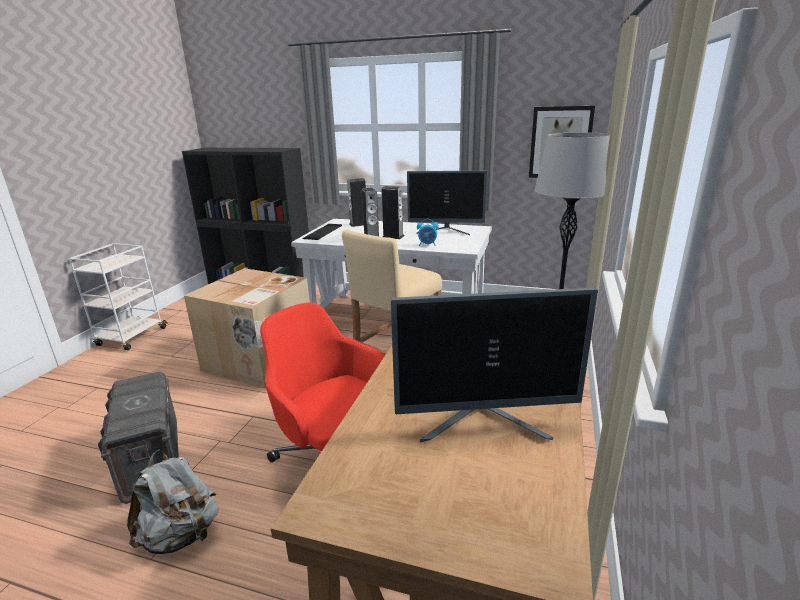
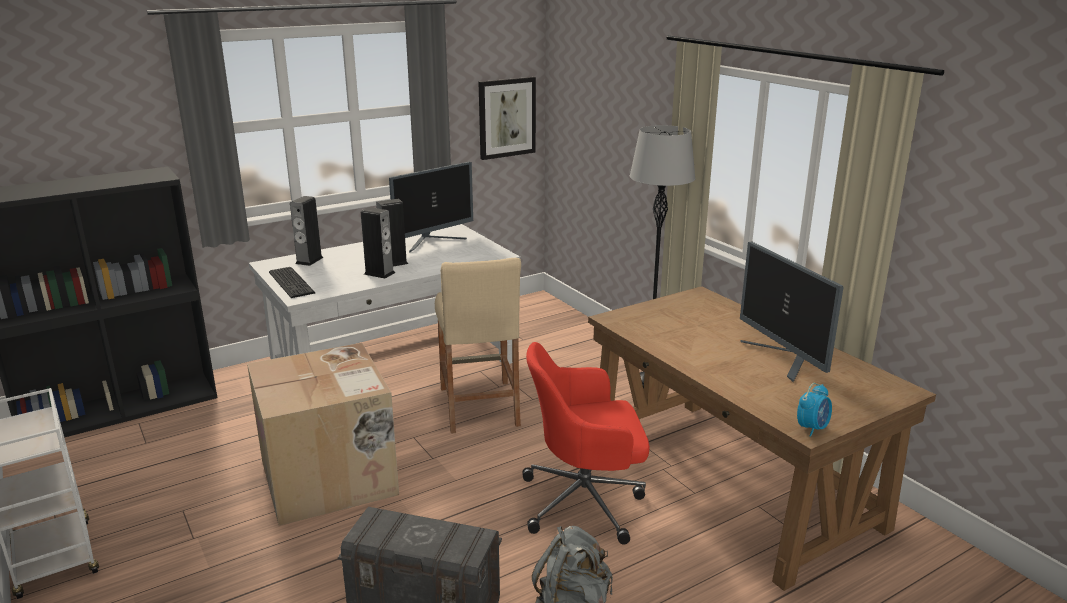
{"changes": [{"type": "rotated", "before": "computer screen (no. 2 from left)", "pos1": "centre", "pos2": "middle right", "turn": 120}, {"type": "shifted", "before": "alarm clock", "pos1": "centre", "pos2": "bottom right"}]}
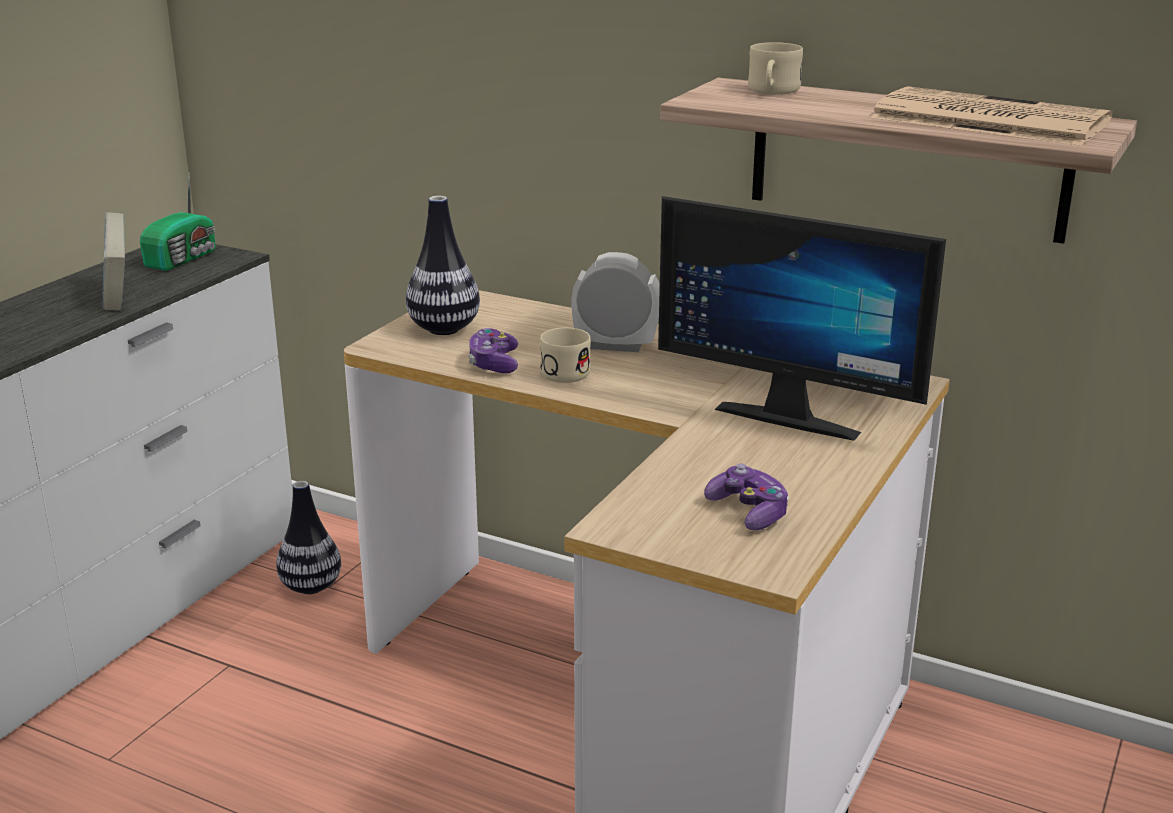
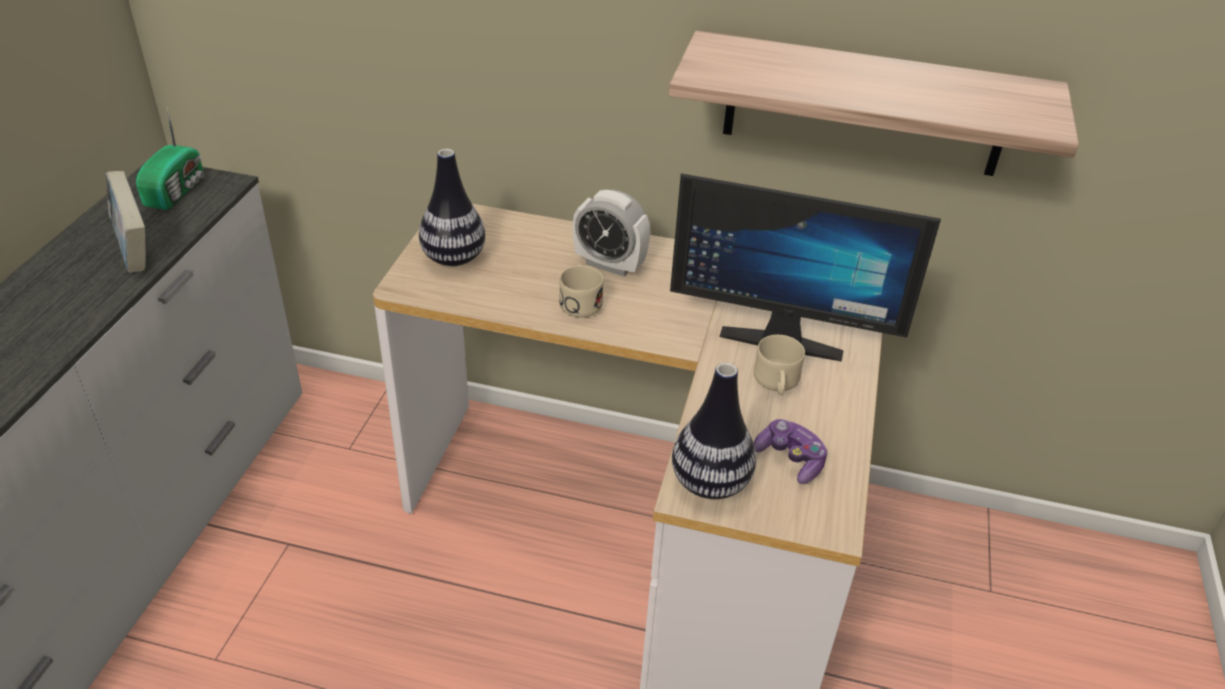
{"changes": [{"type": "rotated", "before": "alarm clock", "pos1": "centre", "pos2": "centre", "turn": -150}, {"type": "shifted", "before": "decorative vase (no. 1 from left in the first image)", "after": "decorative vase (no. 2 from left)", "pos1": "middle left", "pos2": "centre"}, {"type": "shifted", "before": "tea mug (beige) (no. 2 from left)", "pos1": "top centre", "pos2": "centre"}, {"type": "gone", "before": "game controller (no. 1 from left)", "pos1": "centre"}, {"type": "gone", "before": "daily paper", "pos1": "top right"}]}
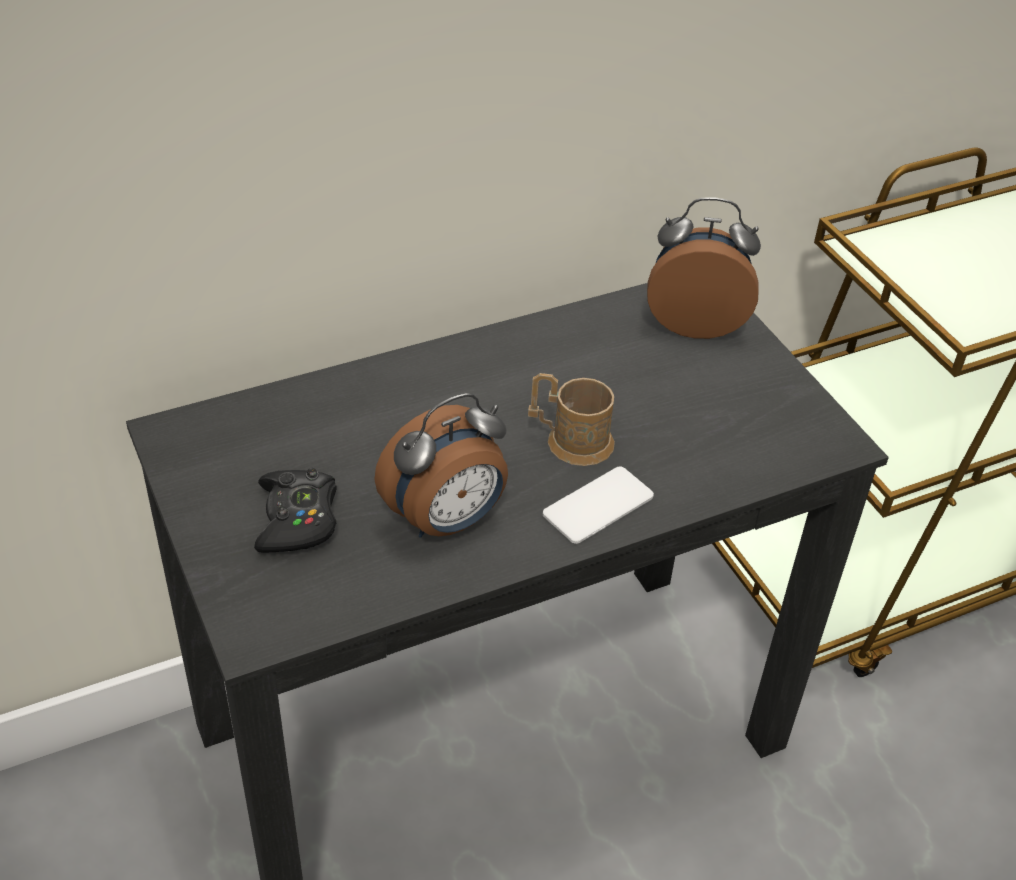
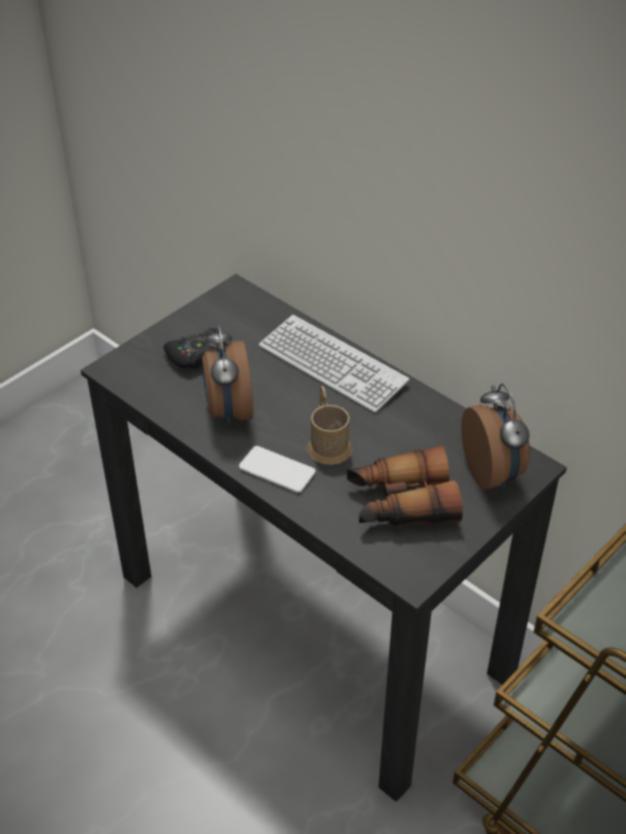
{"changes": [{"type": "rotated", "before": "alarm clock (no. 1 from left)", "pos1": "centre", "pos2": "centre", "turn": 45}, {"type": "new", "after": "PC keyboard", "pos2": "centre"}, {"type": "new", "after": "field glasses", "pos2": "centre"}]}
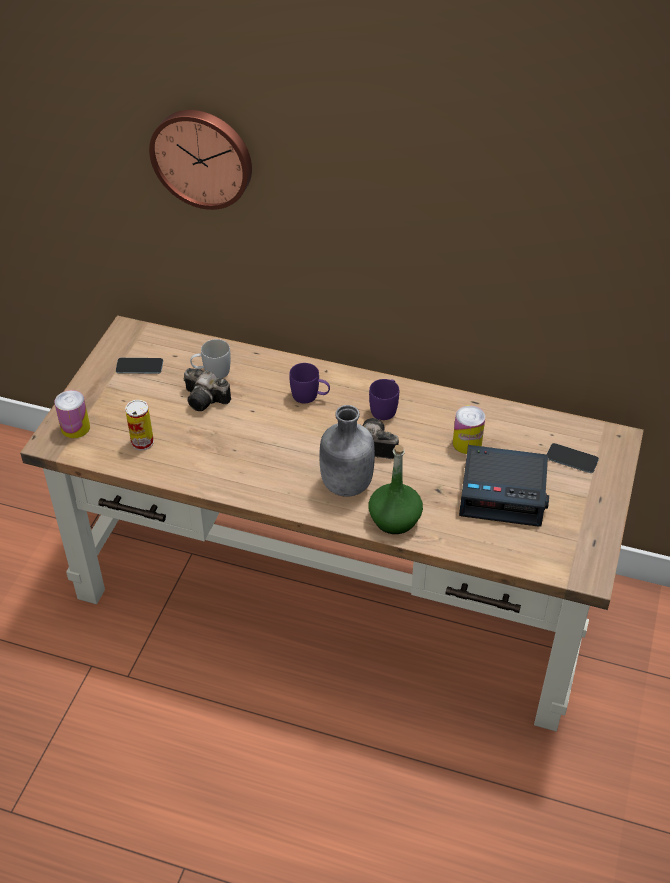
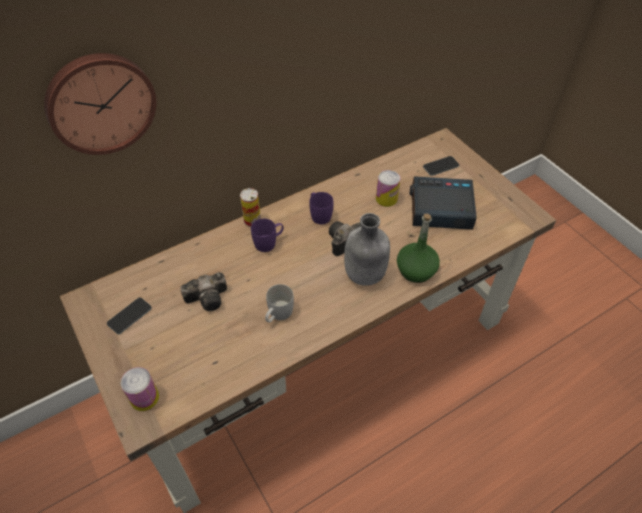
{"changes": [{"type": "shifted", "before": "sealed can (no. 2 from left)", "pos1": "middle left", "pos2": "centre"}, {"type": "shifted", "before": "tea mug (white)", "pos1": "middle left", "pos2": "centre"}, {"type": "rotated", "before": "alarm clock", "pos1": "middle right", "pos2": "middle right", "turn": -135}]}
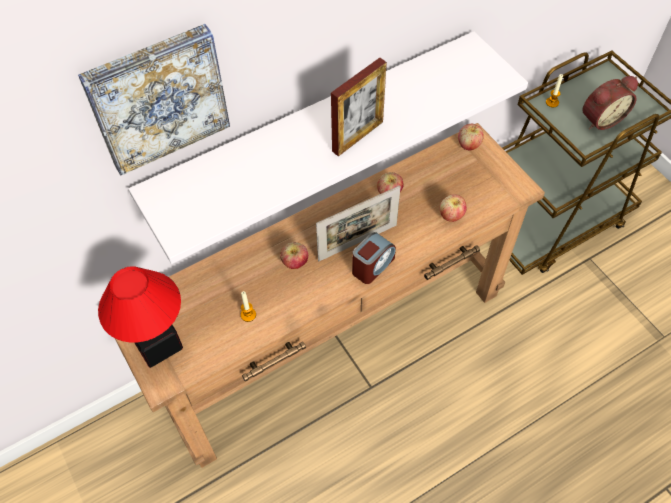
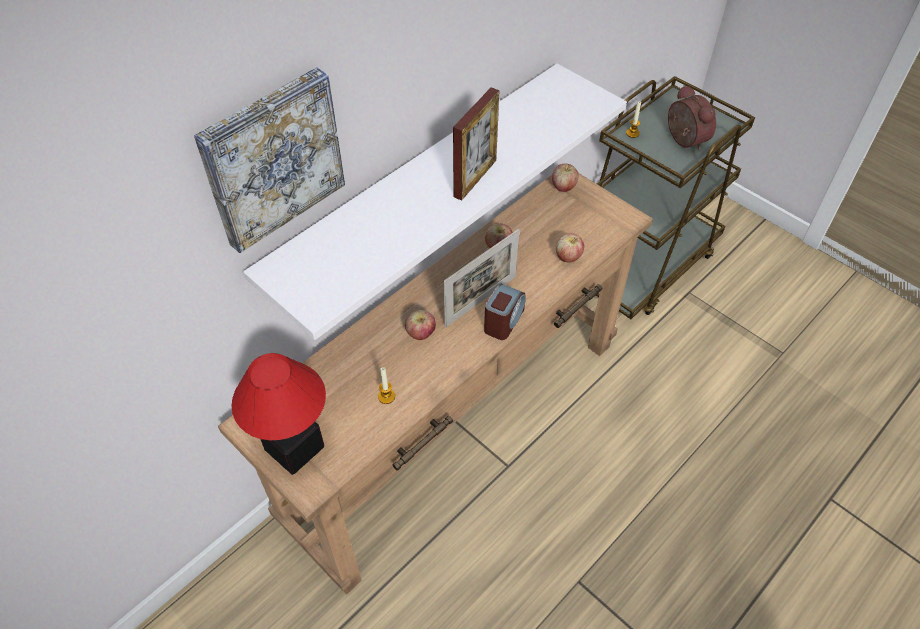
{"changes": [{"type": "rotated", "before": "alarm clock (no. 2 from left)", "pos1": "top right", "pos2": "top right", "turn": -75}]}
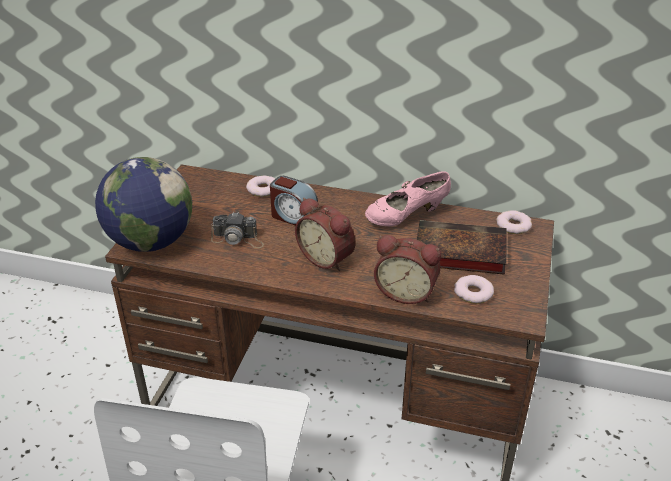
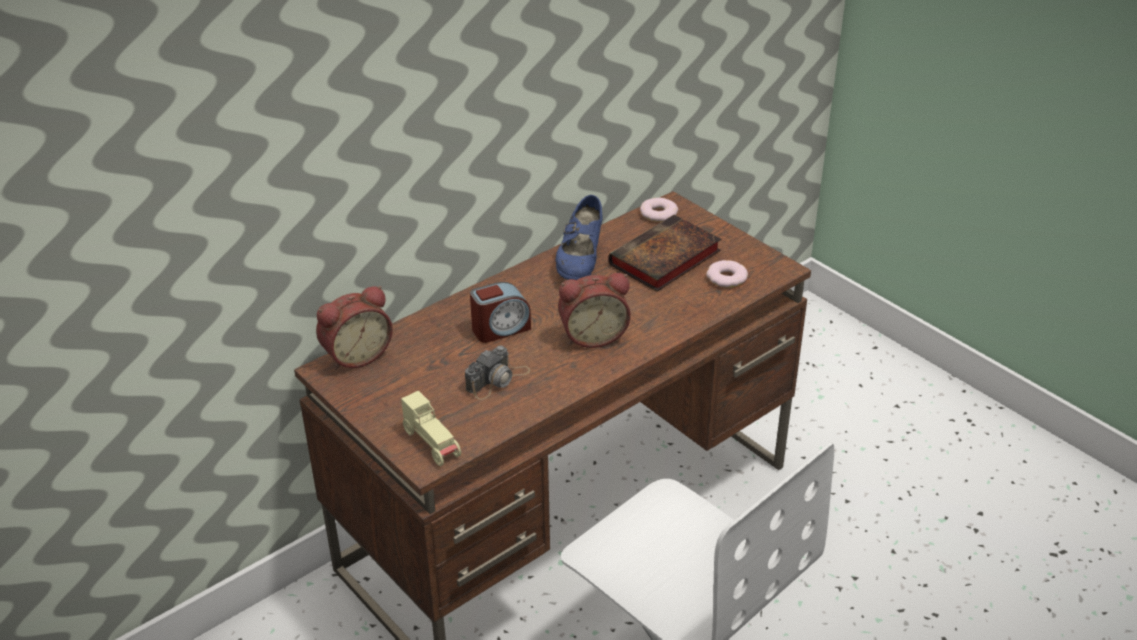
{"changes": [{"type": "shifted", "before": "alarm clock (no. 3 from left in the first image)", "after": "alarm clock (no. 1 from left)", "pos1": "centre", "pos2": "middle left"}, {"type": "swapped", "before": "world globe", "after": "toy car (beige)", "pos1": "middle left", "pos2": "bottom centre"}, {"type": "repainted", "before": "low shoe (pinkish)", "after": "low shoe (blue-coloured)", "pos1": "centre", "pos2": "centre"}, {"type": "gone", "before": "doughnut (no. 1 from left)", "pos1": "centre"}]}
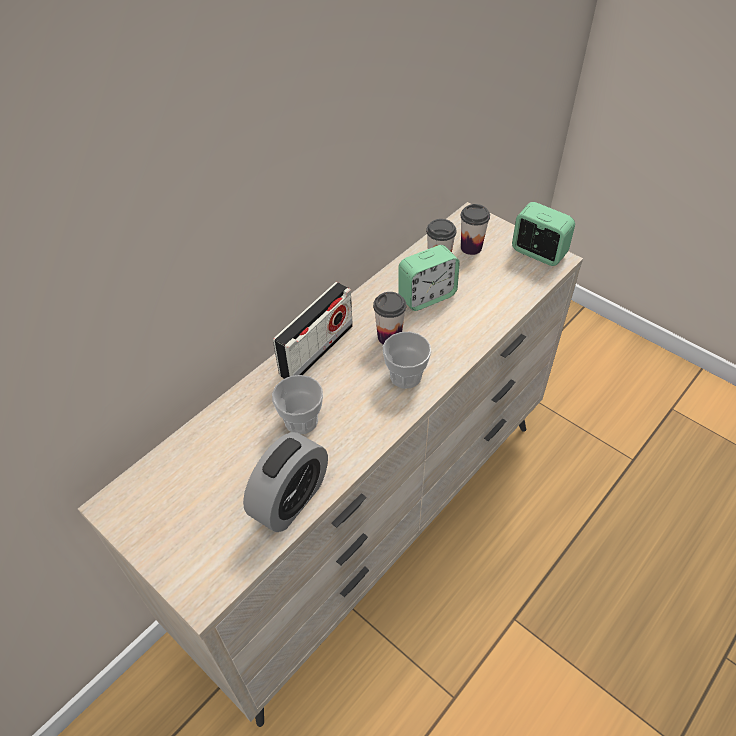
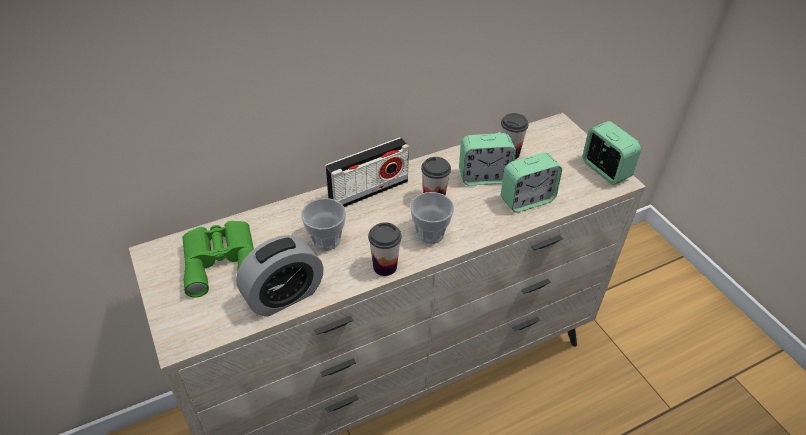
{"changes": [{"type": "new", "after": "field glasses (greenish)", "pos2": "middle left"}, {"type": "shifted", "before": "drinking cup (no. 5 from left in the first image)", "after": "drinking cup (no. 2 from left)", "pos1": "top centre", "pos2": "centre"}, {"type": "new", "after": "alarm clock (no. 3 from left)", "pos2": "centre"}]}
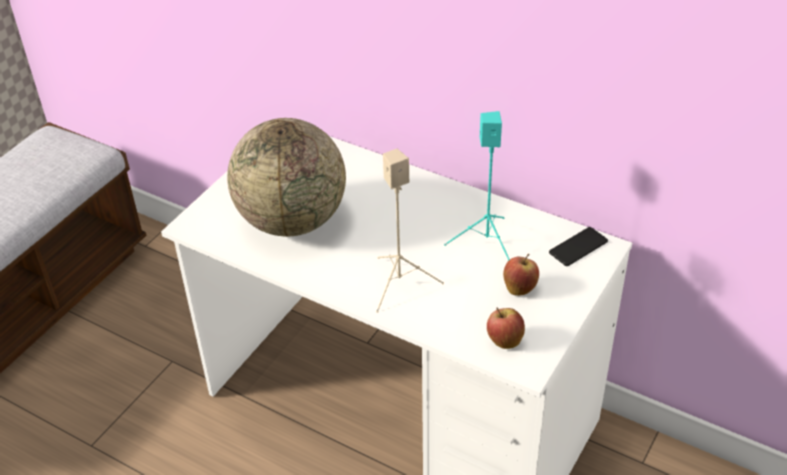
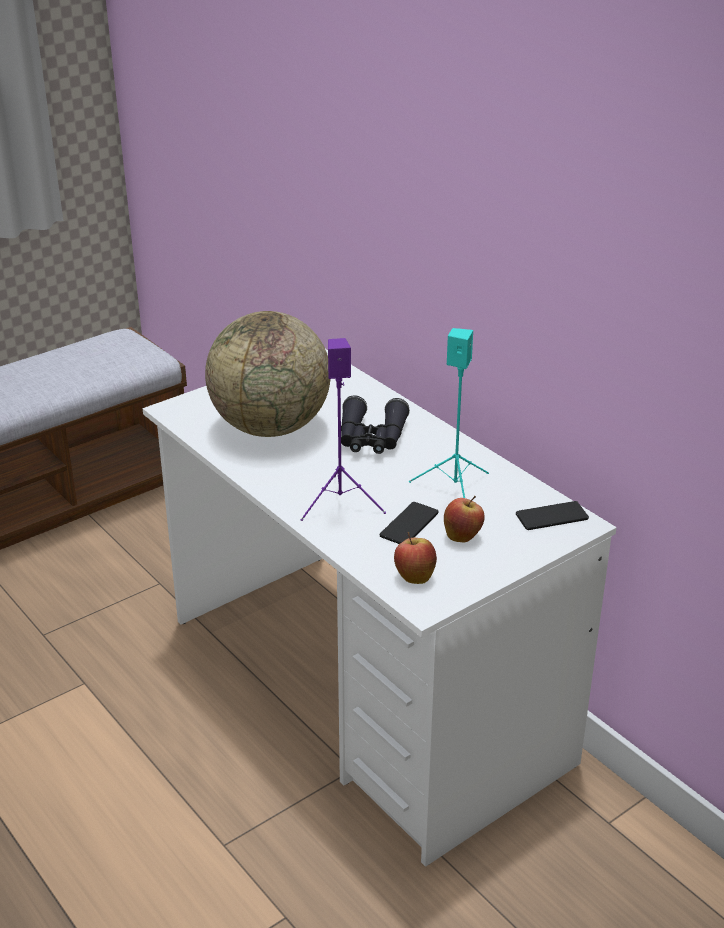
{"changes": [{"type": "repainted", "before": "audio speaker (beige)", "after": "audio speaker (purple-coloured)", "pos1": "centre", "pos2": "centre"}, {"type": "new", "after": "field glasses (blackish)", "pos2": "centre"}, {"type": "new", "after": "phone (no. 1 from left)", "pos2": "centre"}]}
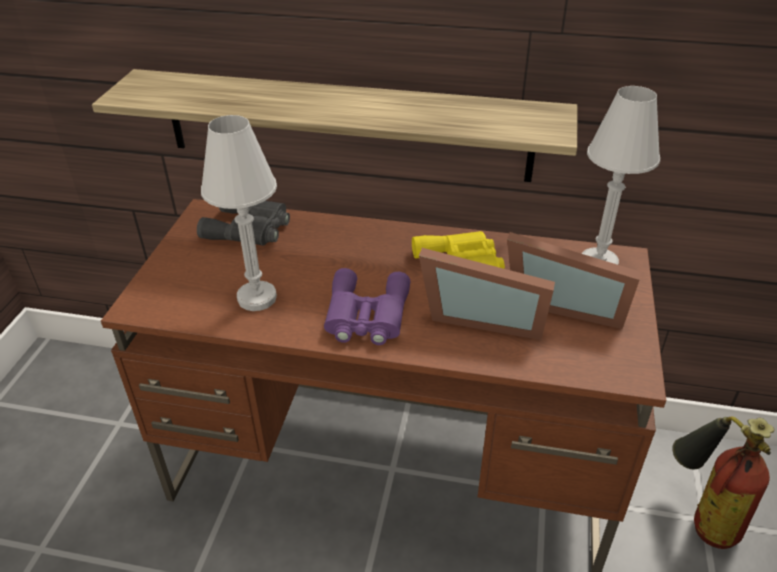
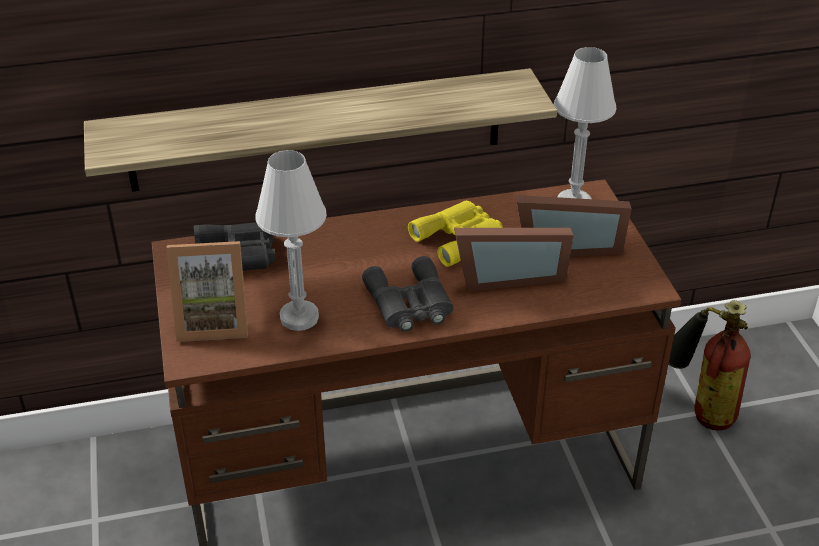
{"changes": [{"type": "new", "after": "photo frame (no. 1 from left)", "pos2": "middle left"}, {"type": "repainted", "before": "field glasses (purple-coloured)", "after": "field glasses (grey) (no. 2 from left)", "pos1": "centre", "pos2": "centre"}]}
